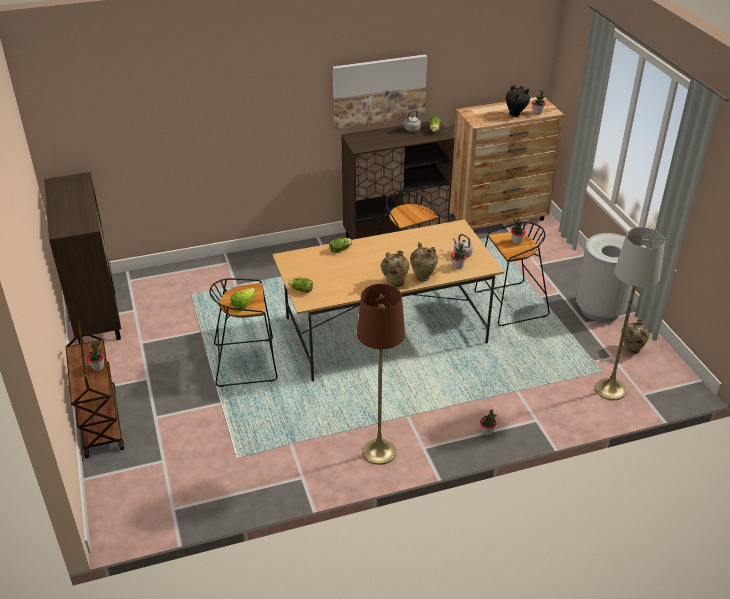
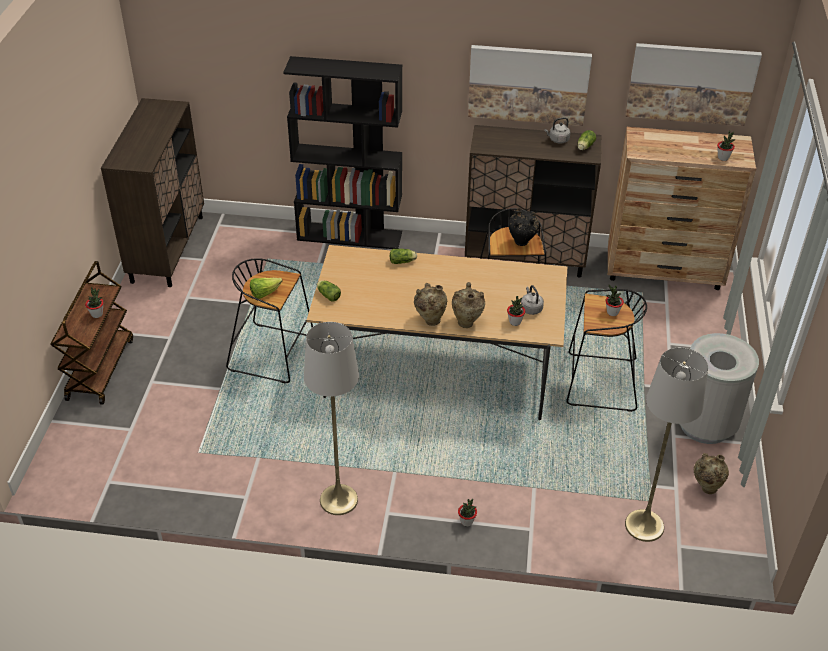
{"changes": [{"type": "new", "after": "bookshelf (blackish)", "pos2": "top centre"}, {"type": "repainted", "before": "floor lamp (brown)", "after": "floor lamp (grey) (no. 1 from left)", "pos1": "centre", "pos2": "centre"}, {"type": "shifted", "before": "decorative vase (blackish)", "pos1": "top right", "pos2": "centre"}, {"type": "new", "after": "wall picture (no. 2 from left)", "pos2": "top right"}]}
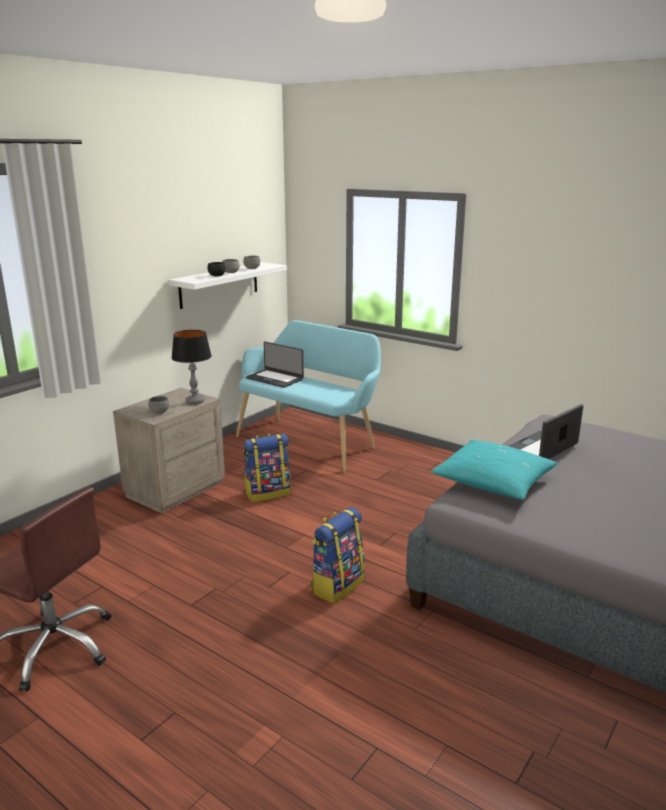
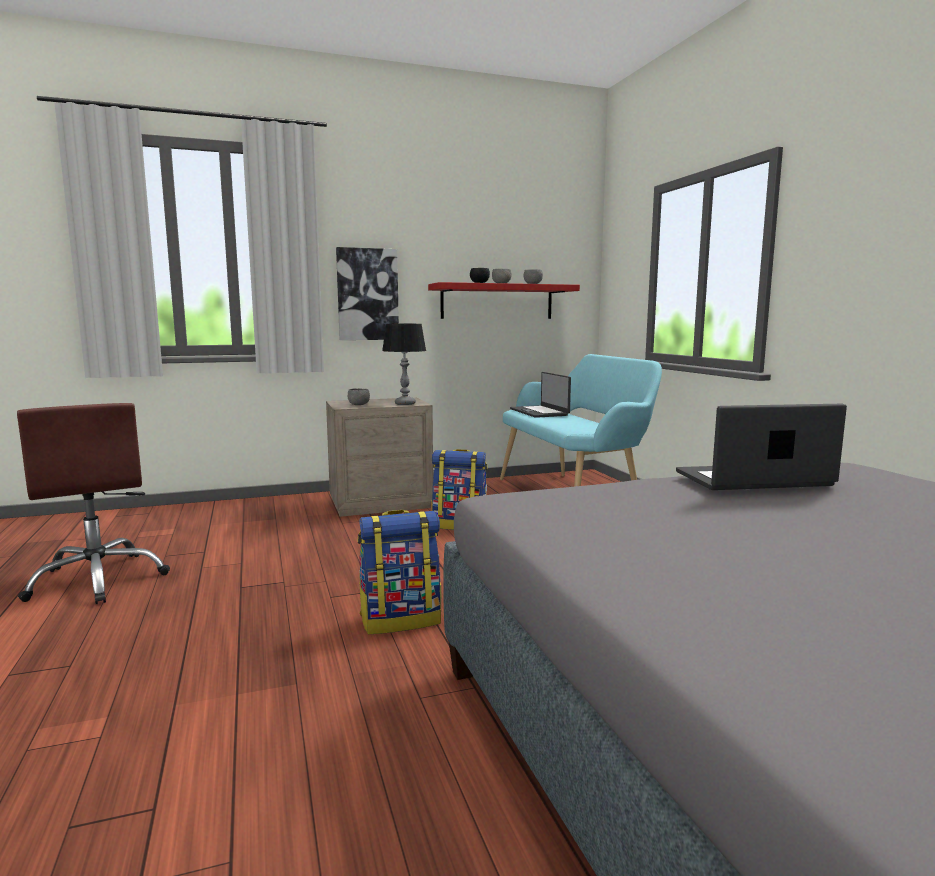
{"changes": [{"type": "new", "after": "wall picture", "pos2": "centre"}, {"type": "repainted", "before": "shelf (white)", "after": "shelf (reddish)", "pos1": "centre", "pos2": "centre"}, {"type": "gone", "before": "pillow (turquoise)", "pos1": "middle right"}]}
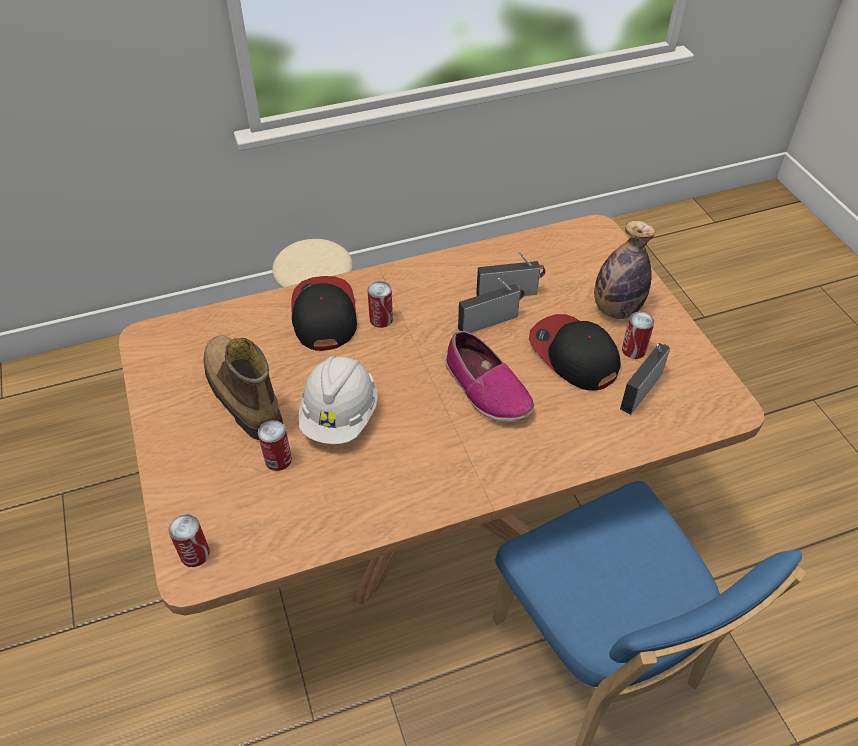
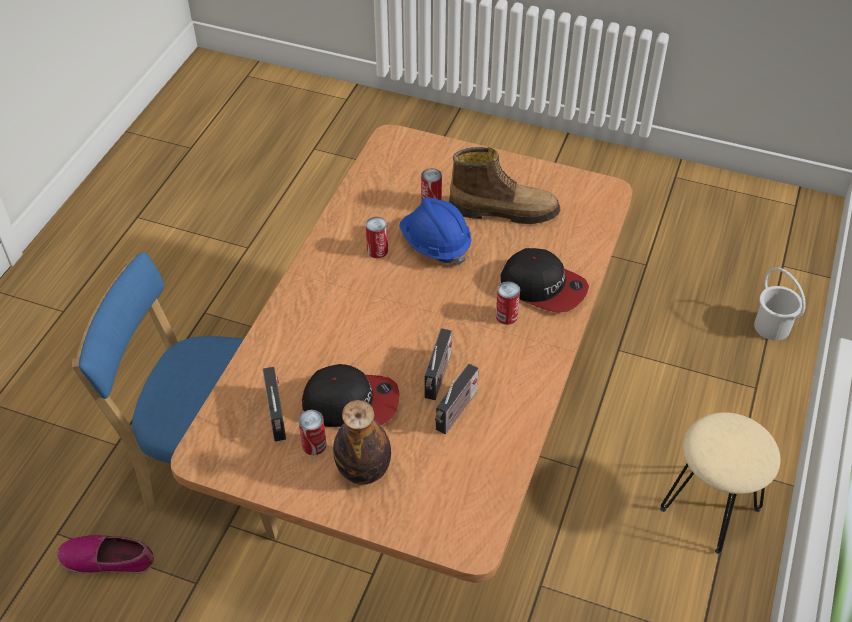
{"changes": [{"type": "shifted", "before": "low shoe", "pos1": "centre", "pos2": "bottom left"}, {"type": "shifted", "before": "sealed can (no. 1 from left in the first image)", "after": "sealed can (no. 2 from left)", "pos1": "bottom left", "pos2": "centre"}, {"type": "repainted", "before": "safety helmet (white)", "after": "safety helmet (blue-coloured)", "pos1": "centre", "pos2": "centre"}, {"type": "new", "after": "water bucket (white)", "pos2": "middle right"}]}
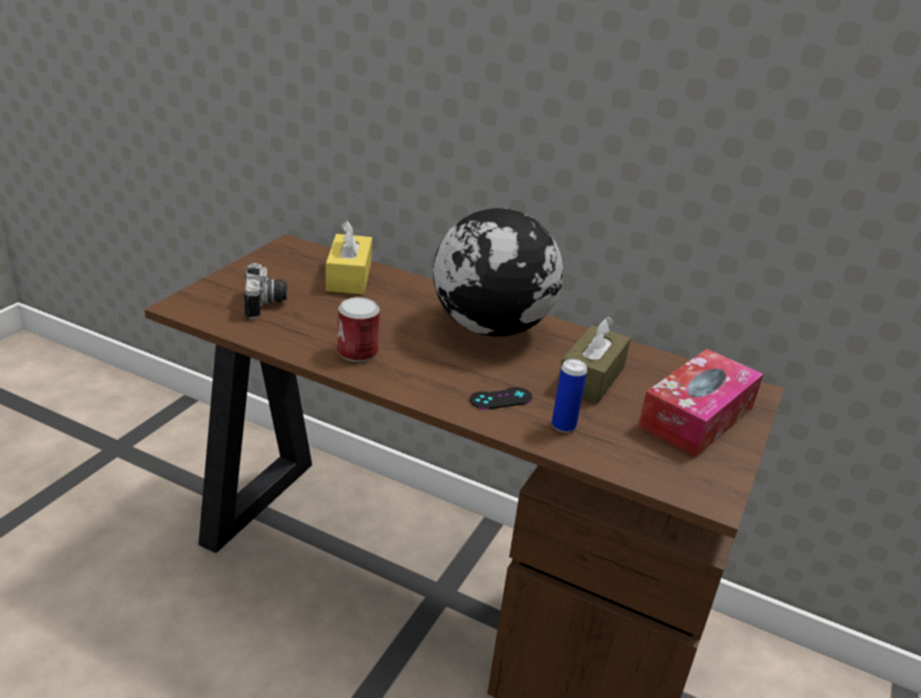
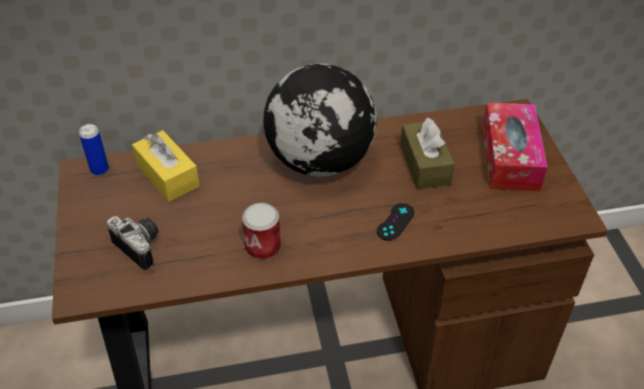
{"changes": [{"type": "shifted", "before": "sealed can (no. 2 from left in the first image)", "after": "sealed can (no. 1 from left)", "pos1": "centre", "pos2": "middle left"}]}
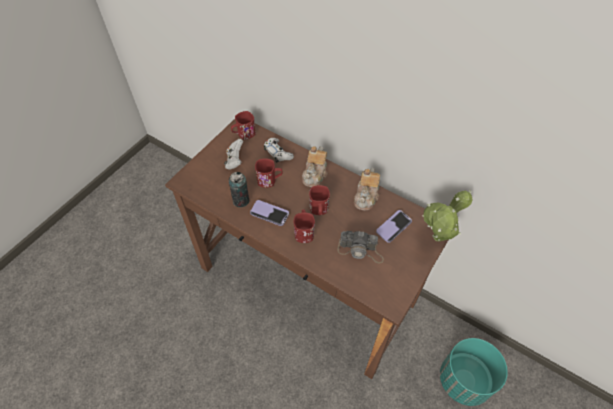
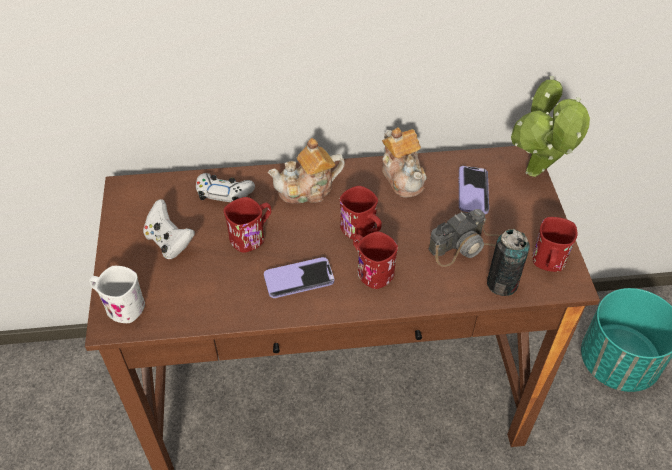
{"changes": [{"type": "new", "after": "tea mug (white)", "pos2": "middle left"}, {"type": "rotated", "before": "tea pot (no. 1 from left)", "pos1": "centre", "pos2": "centre", "turn": 90}, {"type": "shifted", "before": "sealed can", "pos1": "centre", "pos2": "middle right"}, {"type": "shifted", "before": "tea mug (reddish) (no. 1 from left in the first image)", "after": "tea mug (reddish) (no. 4 from left)", "pos1": "top centre", "pos2": "middle right"}]}
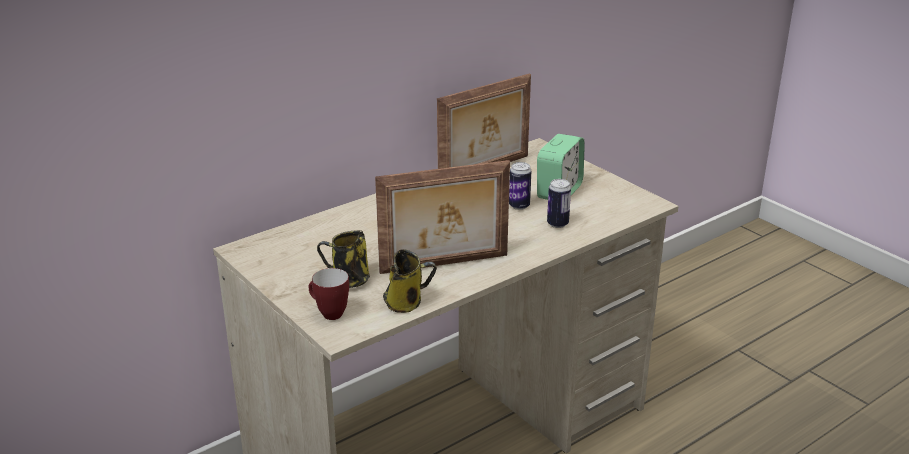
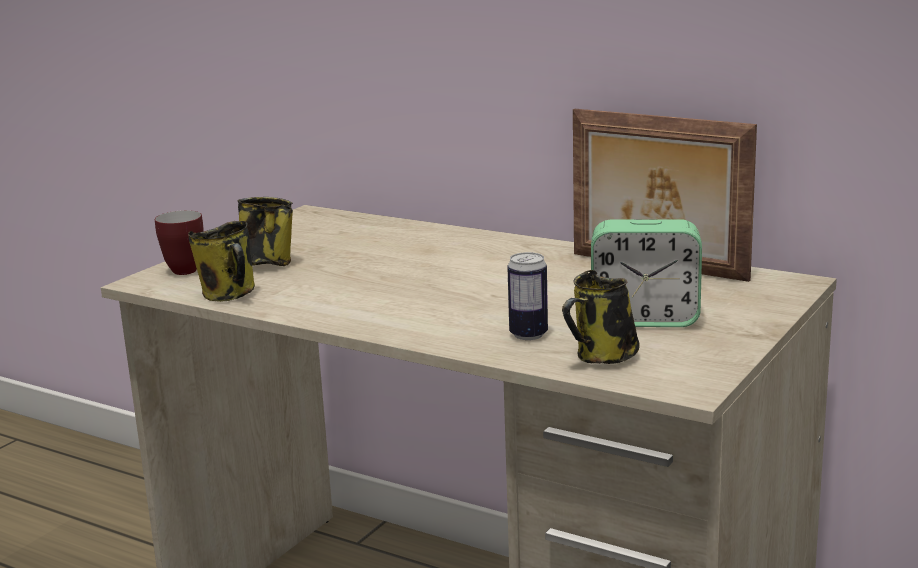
{"changes": [{"type": "new", "after": "tea mug (no. 4 from left)", "pos2": "centre"}, {"type": "gone", "before": "photo frame (no. 1 from left)", "pos1": "centre"}, {"type": "gone", "before": "sealed can (no. 1 from left)", "pos1": "centre"}]}
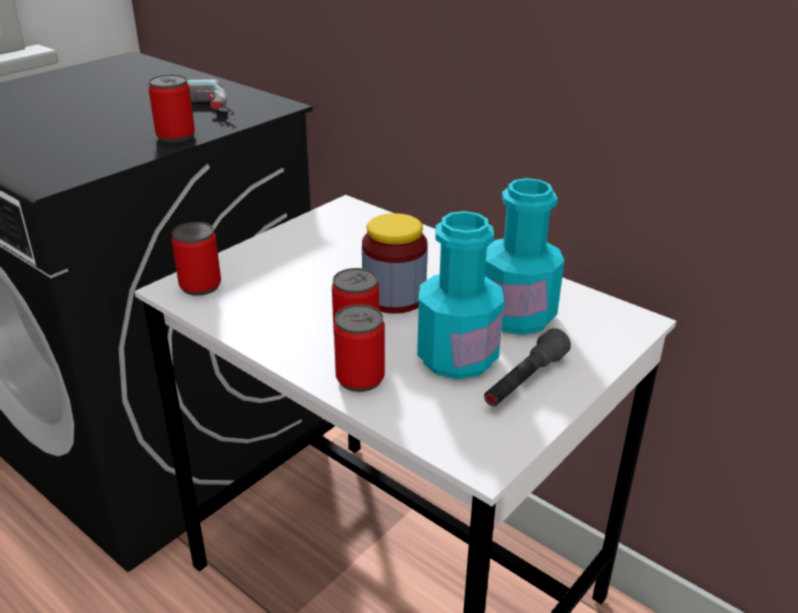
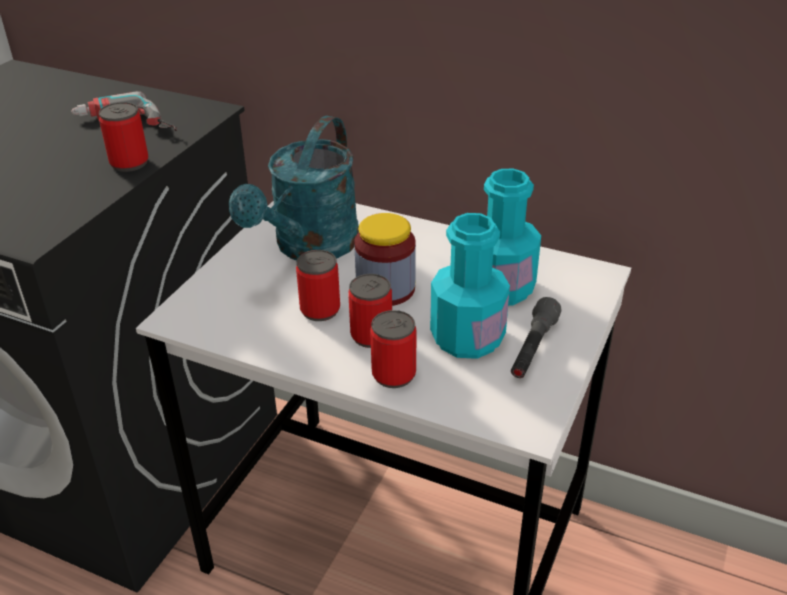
{"changes": [{"type": "new", "after": "watering pot (turquoise)", "pos2": "top centre"}, {"type": "shifted", "before": "sealed can (no. 2 from left)", "pos1": "middle left", "pos2": "centre"}]}
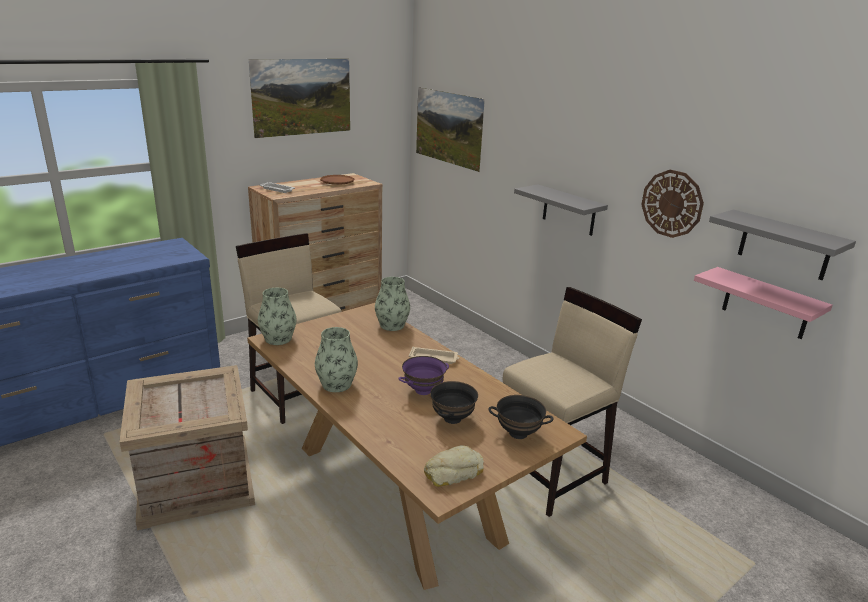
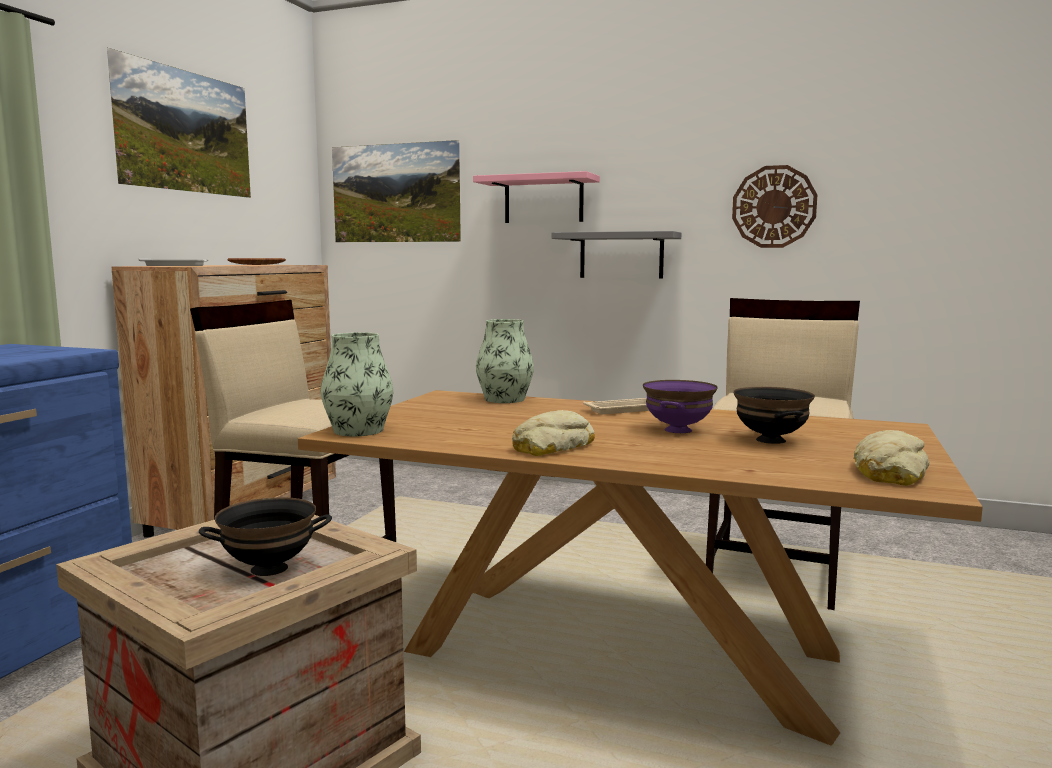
{"changes": [{"type": "shifted", "before": "bowl (blackish) (no. 2 from left in the first image)", "after": "bowl (blackish) (no. 1 from left)", "pos1": "bottom centre", "pos2": "bottom left"}, {"type": "shifted", "before": "shelf (pinkish)", "pos1": "middle right", "pos2": "top centre"}, {"type": "swapped", "before": "decorative vase (no. 2 from left)", "after": "bakery bread (no. 1 from left)", "pos1": "centre", "pos2": "centre"}, {"type": "gone", "before": "shelf (grey) (no. 2 from left)", "pos1": "middle right"}]}
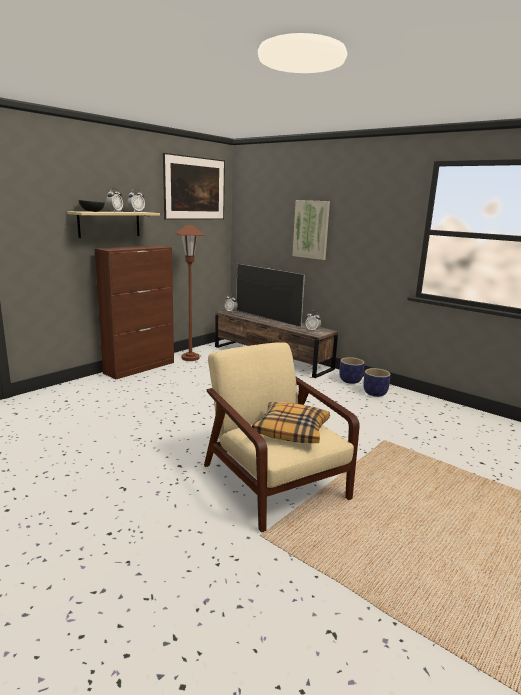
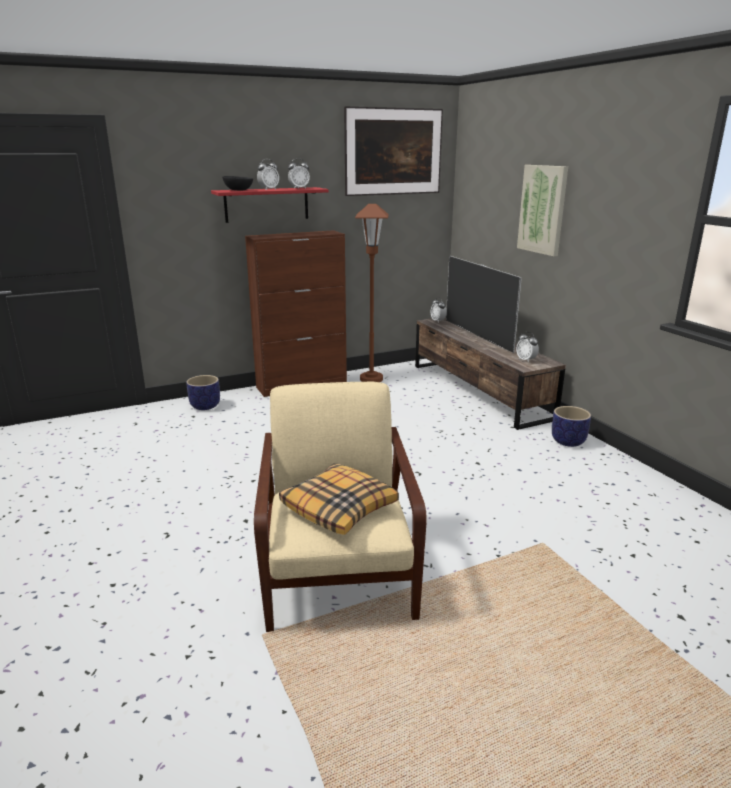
{"changes": [{"type": "shifted", "before": "planter (no. 2 from left in the first image)", "after": "planter (no. 1 from left)", "pos1": "middle right", "pos2": "middle left"}, {"type": "repainted", "before": "shelf (beige)", "after": "shelf (reddish)", "pos1": "top left", "pos2": "top centre"}]}
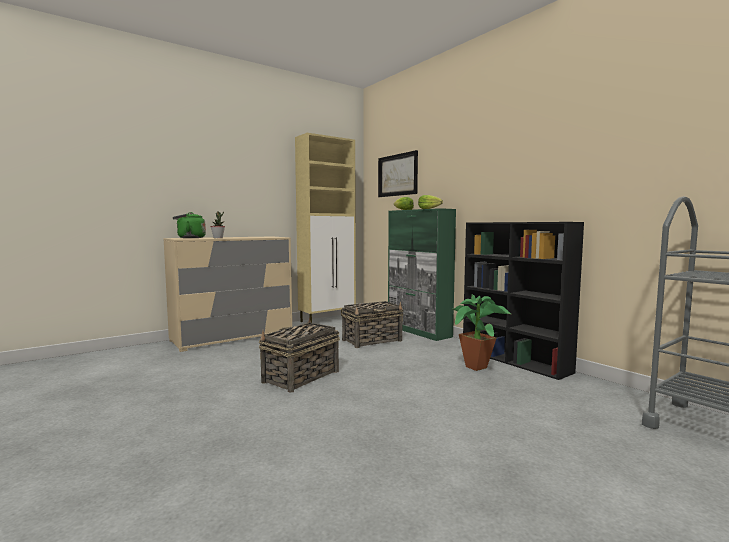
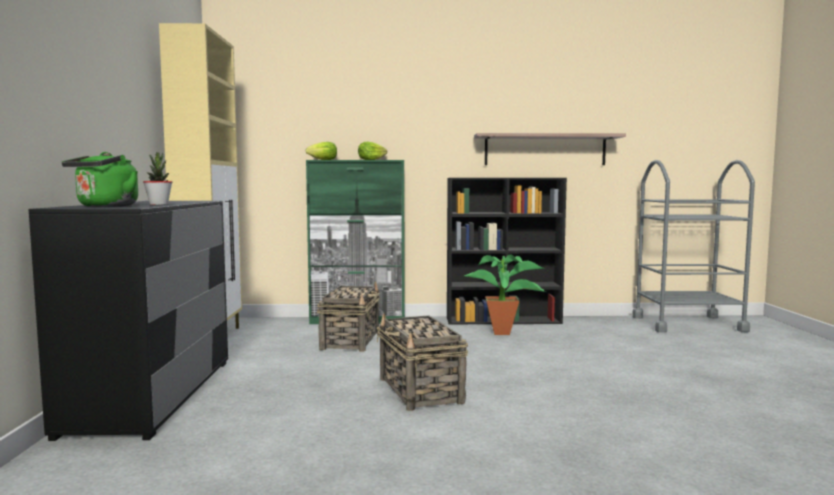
{"changes": [{"type": "repainted", "before": "chest of drawers (beige)", "after": "chest of drawers (blackish)", "pos1": "middle left", "pos2": "middle left"}, {"type": "new", "after": "shelf", "pos2": "top centre"}, {"type": "gone", "before": "wall picture", "pos1": "top centre"}]}
